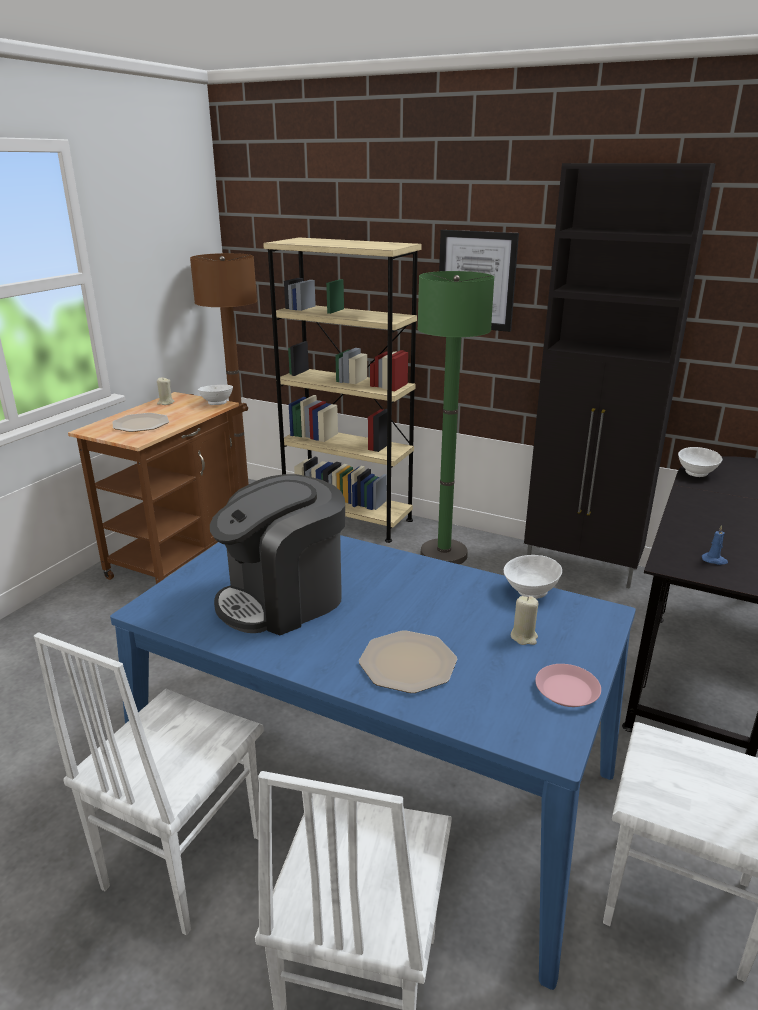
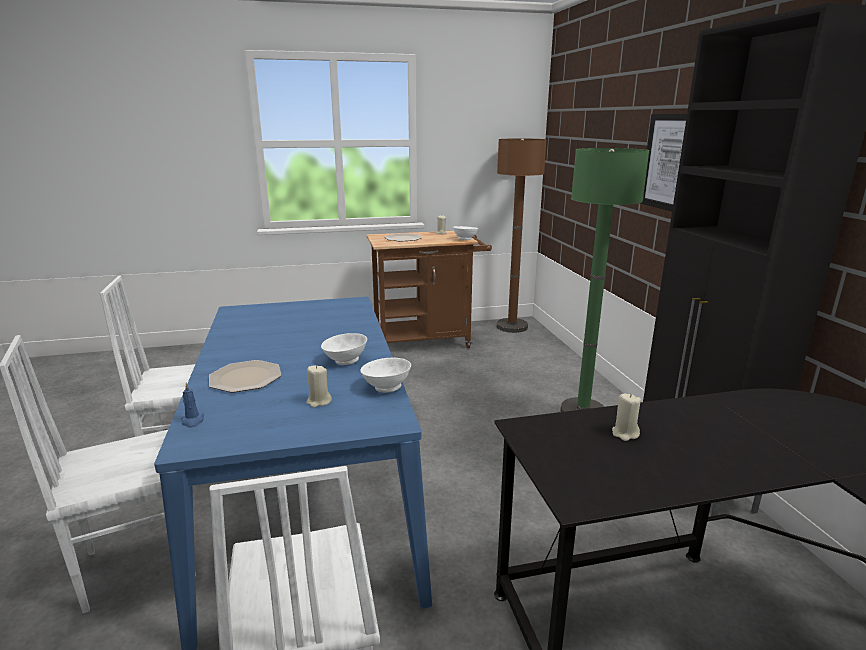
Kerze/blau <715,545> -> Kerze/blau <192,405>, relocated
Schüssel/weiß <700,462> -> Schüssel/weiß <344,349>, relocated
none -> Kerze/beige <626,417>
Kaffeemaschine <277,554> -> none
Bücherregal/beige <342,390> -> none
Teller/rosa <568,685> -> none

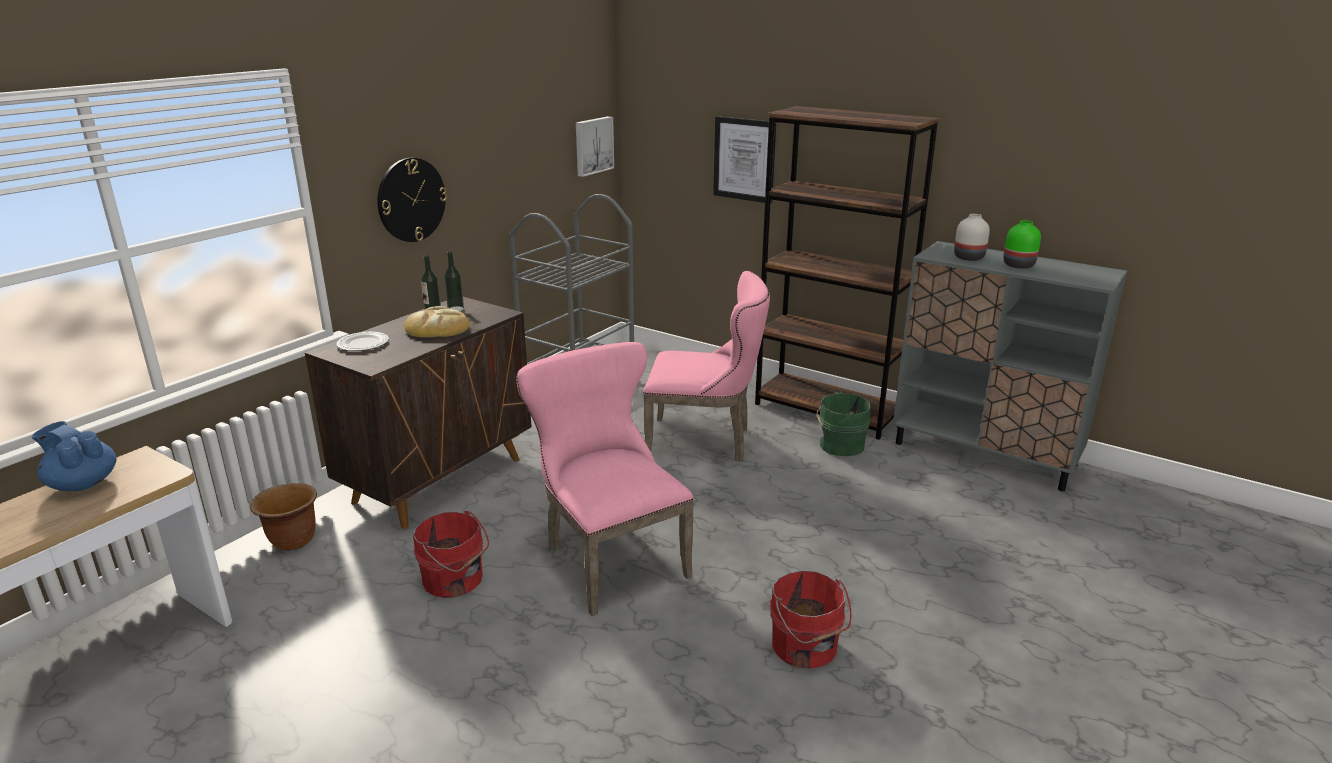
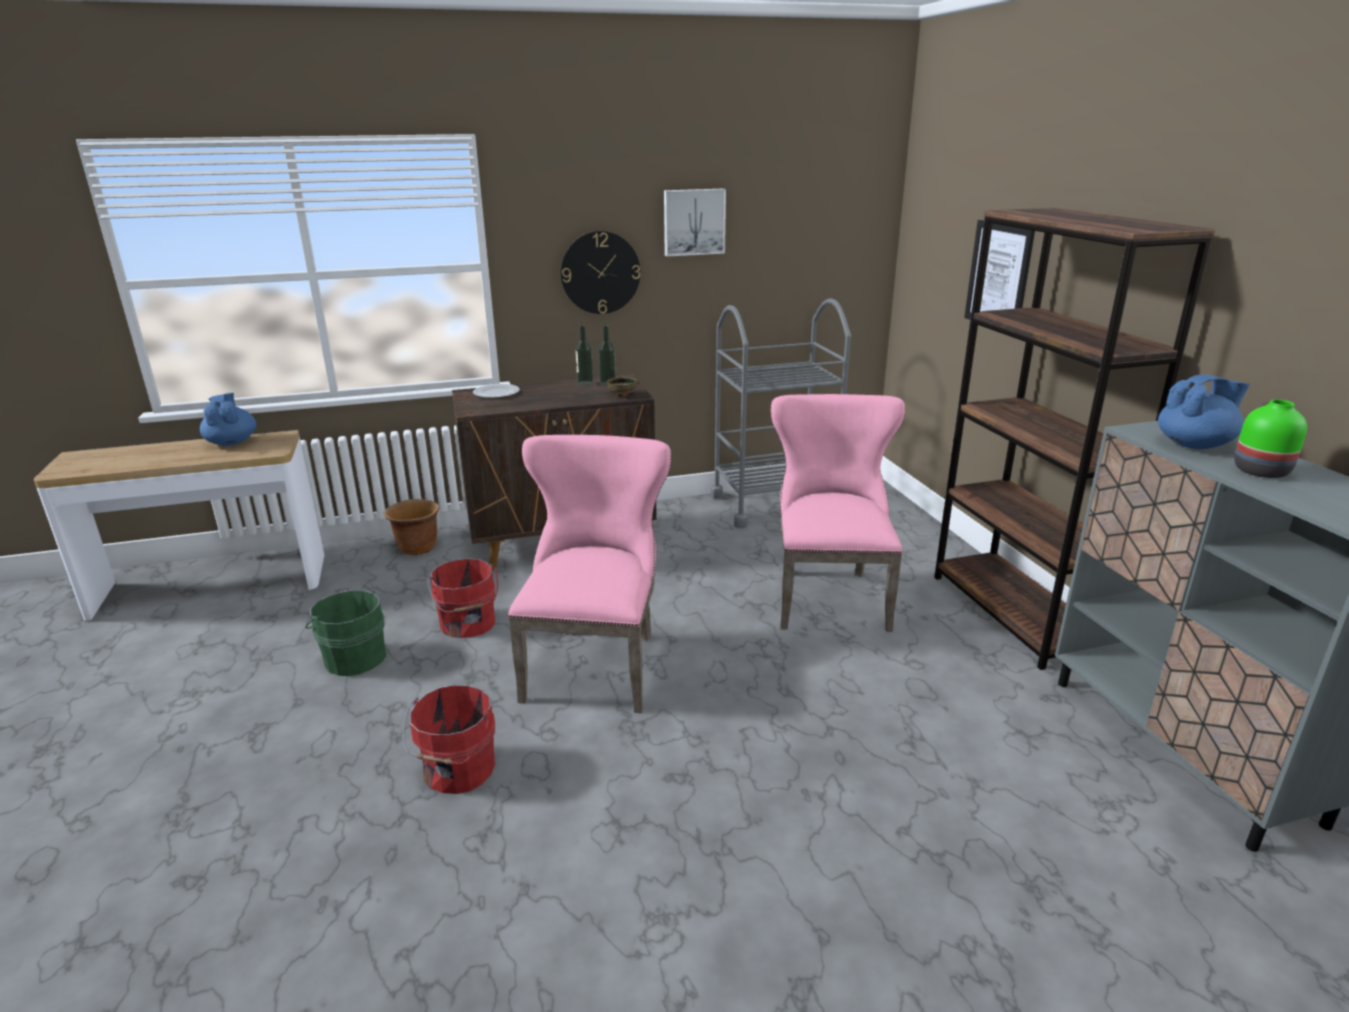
Eimer/grün <844,423> -> Eimer/grün <345,632>, relocated
Eimer/rot <810,619> -> Eimer/rot <449,739>, relocated
none -> Schüssel <622,386>
Bild <595,146> -> Bild <695,223>, relocated
Stuhl/rosa <706,366> -> Stuhl/rosa <837,513>, 135 degrees counterclockwise
Vase/weiß <972,237> -> Teekanne/blau <1204,411>
Brot <437,322> -> none

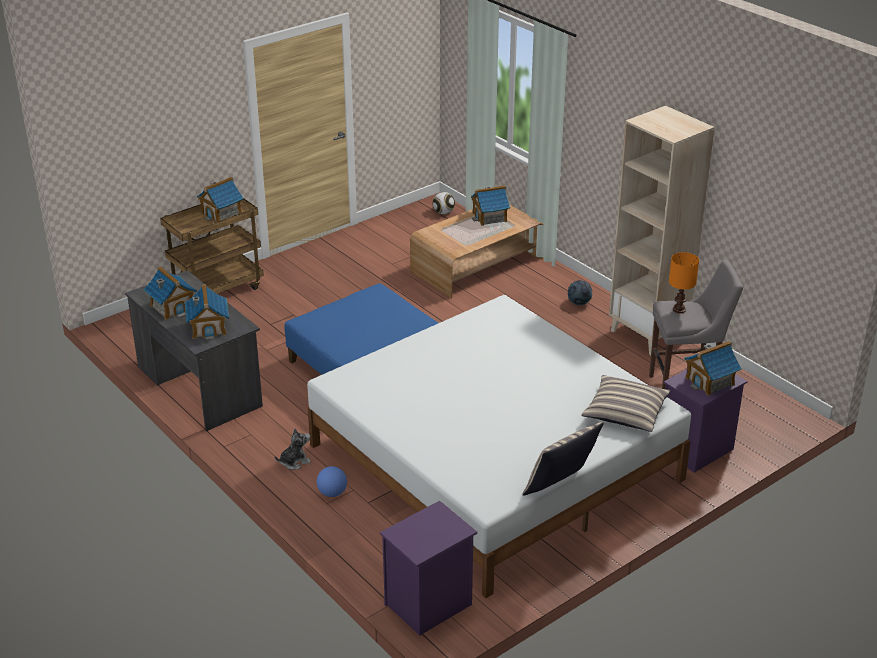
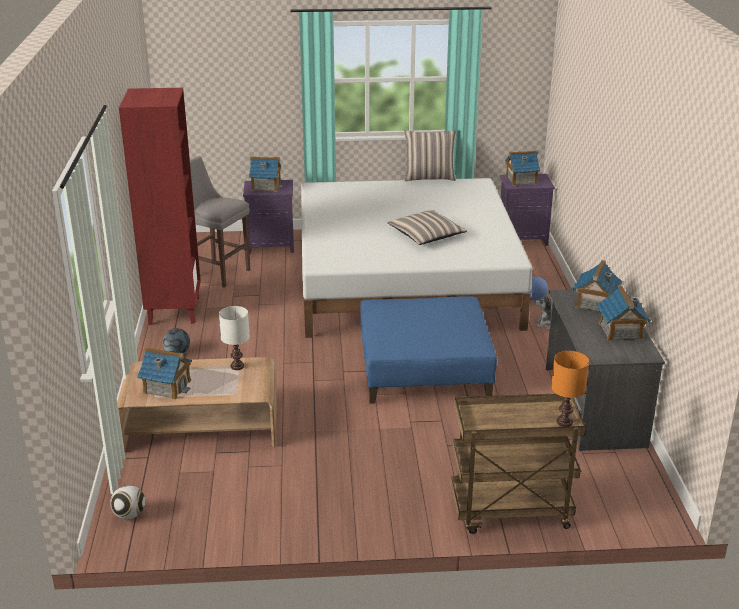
Bücherregal/beige <662,230> -> Bücherregal/rot <160,206>
none -> Tischlampe/weiß <234,338>
Kissen <626,403> -> Kissen <427,227>, relocated
Spielzeughaus <220,199> -> Spielzeughaus <522,168>, relocated
Tischlampe/orange <684,282> -> Tischlampe/orange <570,389>, relocated

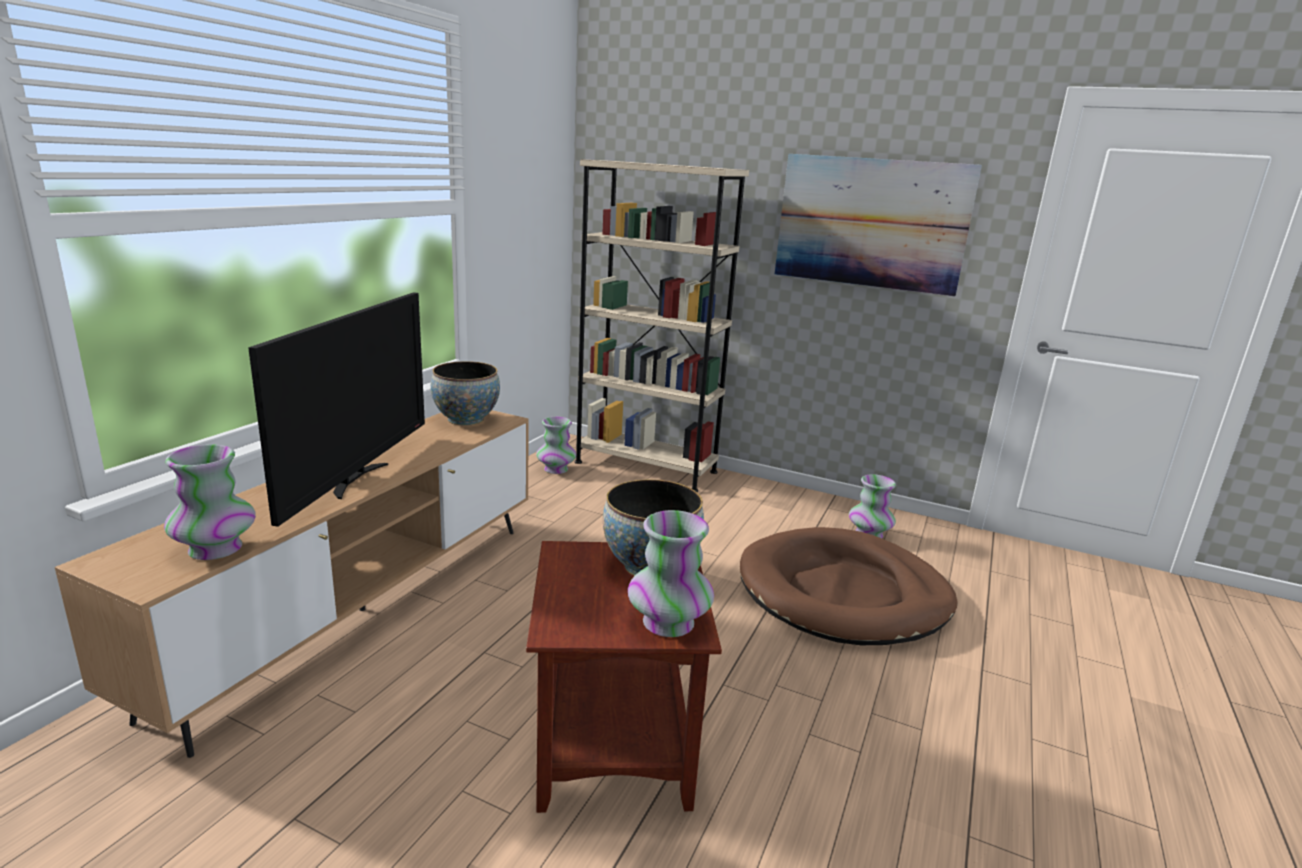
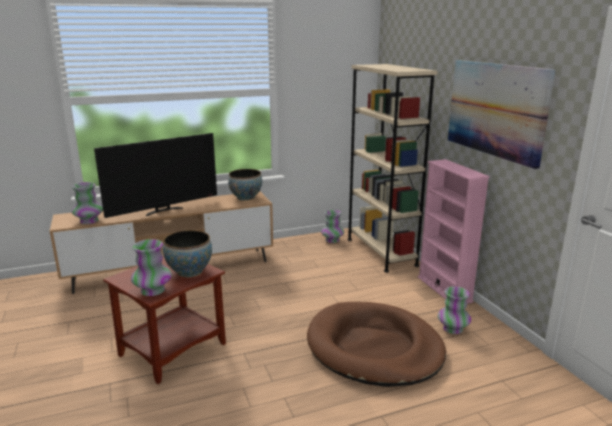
none -> Bücherregal/rosa <454,231>

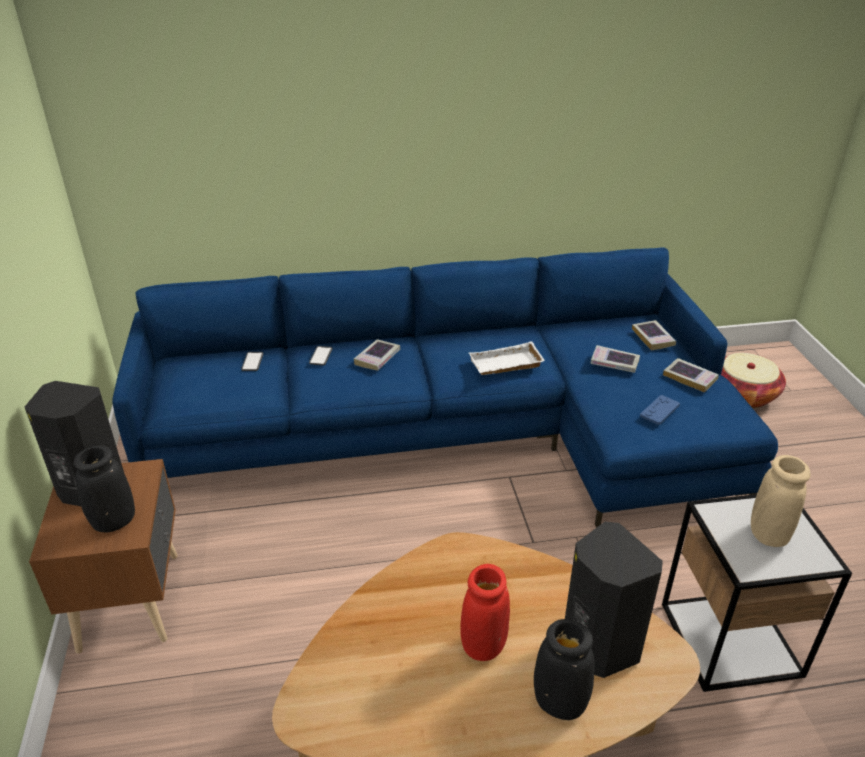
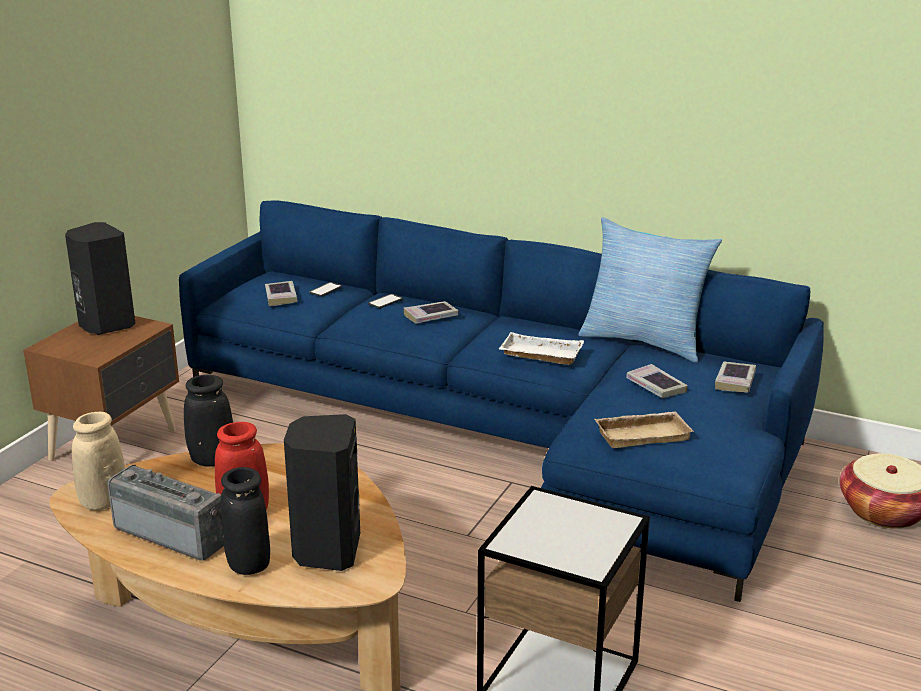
Vase/beige <781,501> -> Vase/beige <98,461>, relocated
none -> Radio <165,513>
Vase/schwarz <104,488> -> Vase/schwarz <208,421>, relocated
Buch <691,375> -> Buch <281,293>, relocated
none -> Kissen <650,290>
Gamepad/blau <660,410> -> Tablett/beige <644,429>

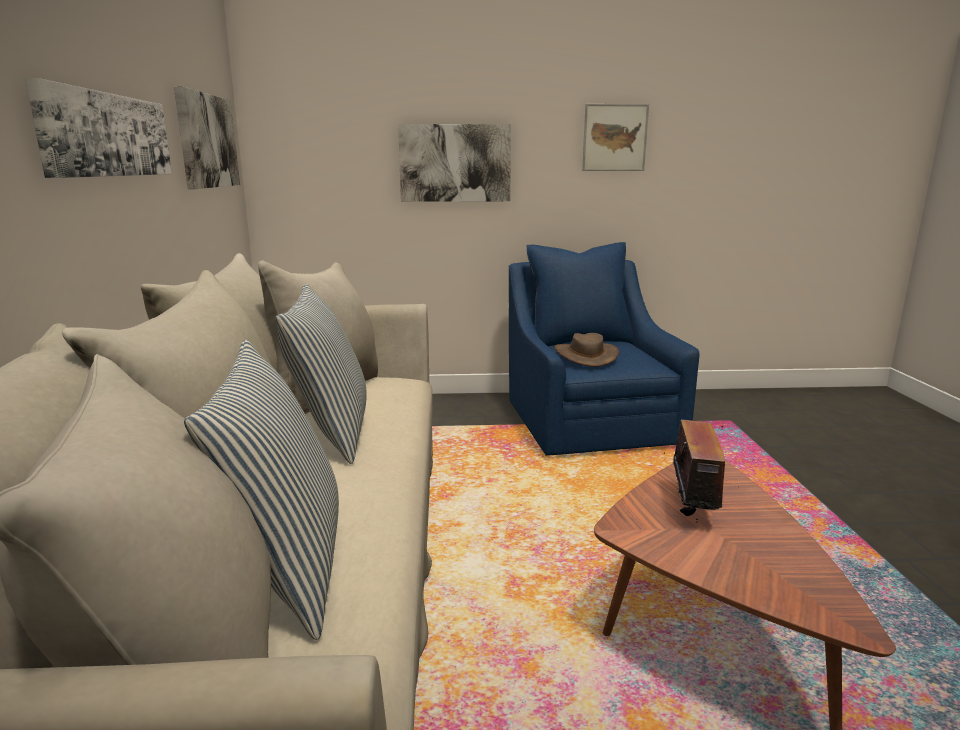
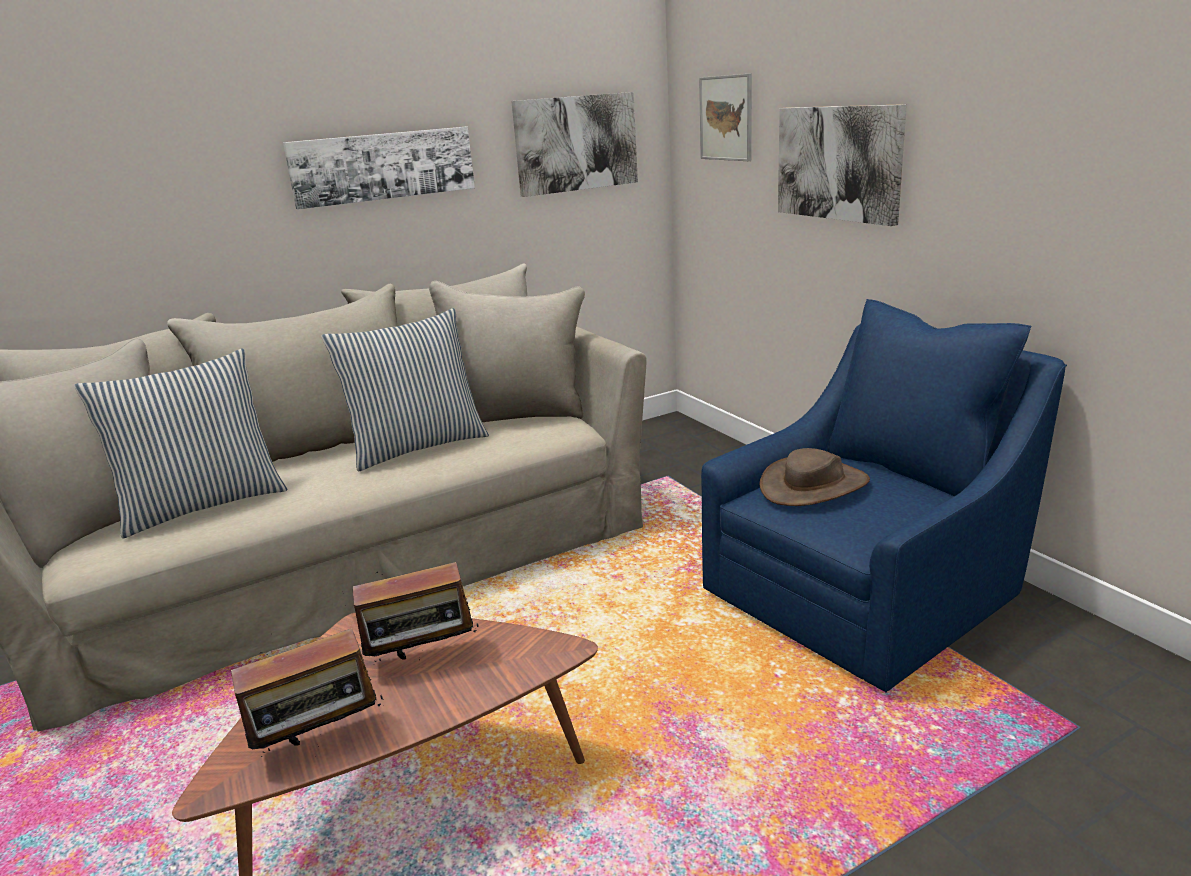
none -> Radio <307,692>
Bild <615,137> -> Bild <725,117>, relocated

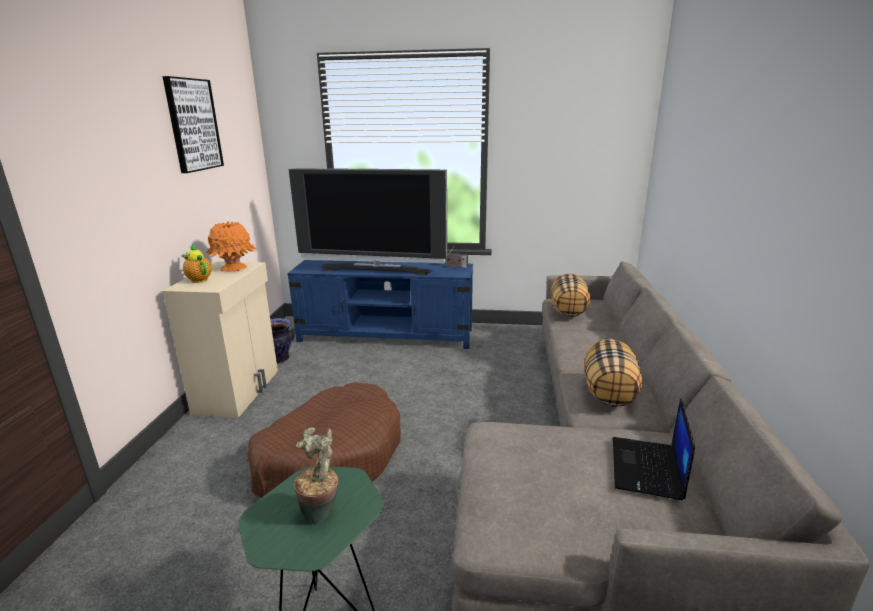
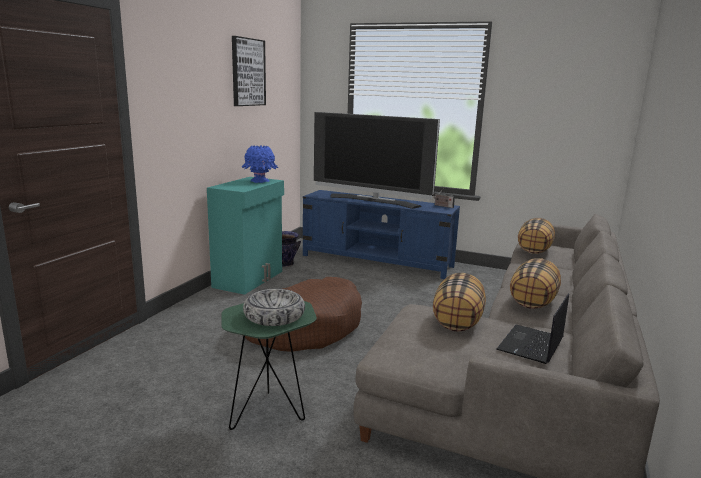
Schrank/beige <220,339> -> Schrank/türkis <245,236>
Vase/orange <231,247> -> Vase/blau <259,164>
Topfpflanze <316,475> -> Schüssel <274,307>
none -> Kissen <459,302>
Teekanne <197,263> -> none

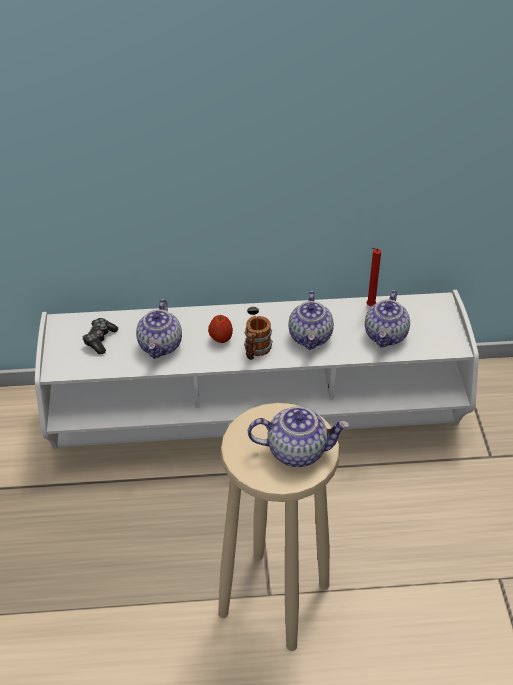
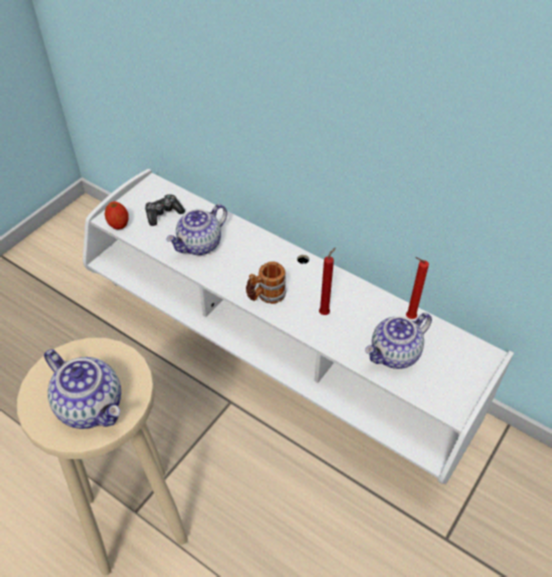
Apfel <220,329> -> Apfel <117,215>, relocated
Teekanne <311,320> -> Kerze/rot <327,281>

